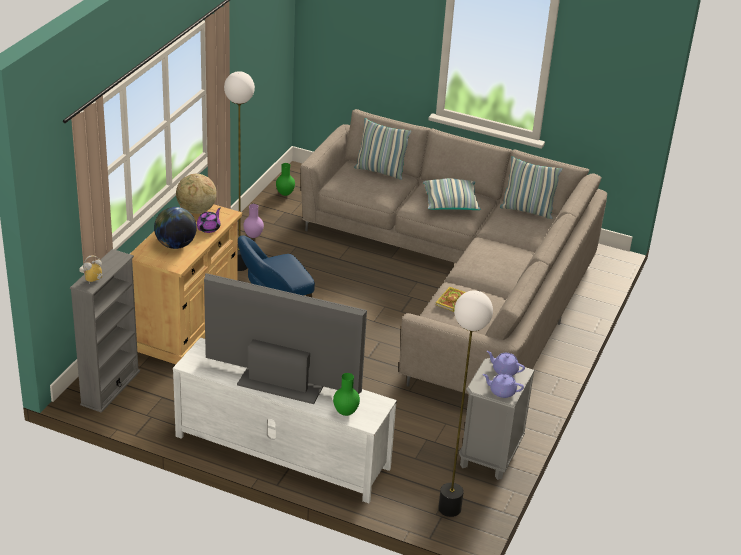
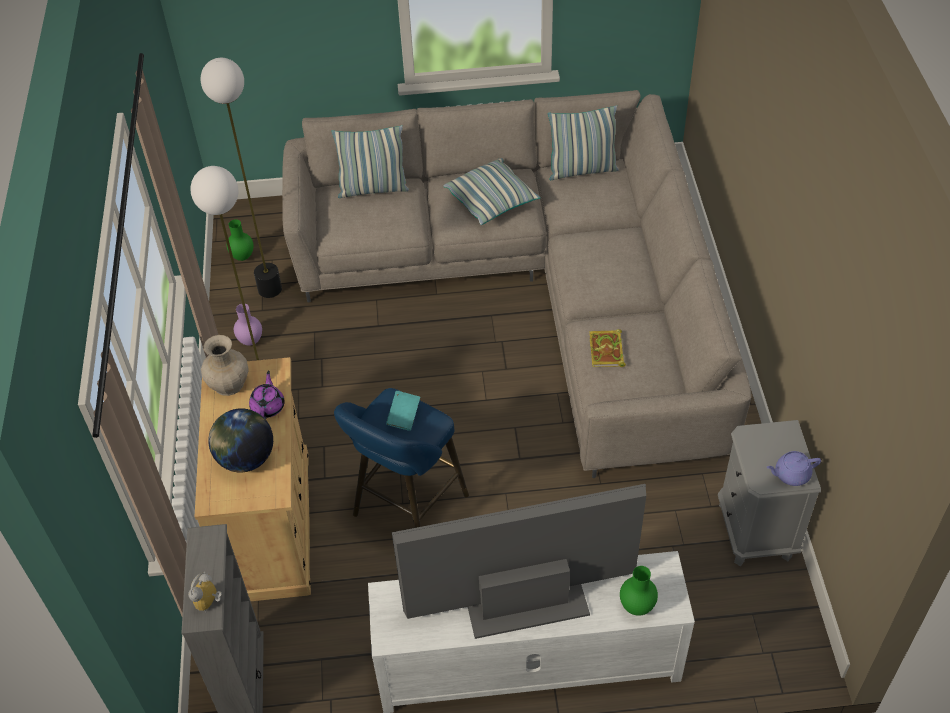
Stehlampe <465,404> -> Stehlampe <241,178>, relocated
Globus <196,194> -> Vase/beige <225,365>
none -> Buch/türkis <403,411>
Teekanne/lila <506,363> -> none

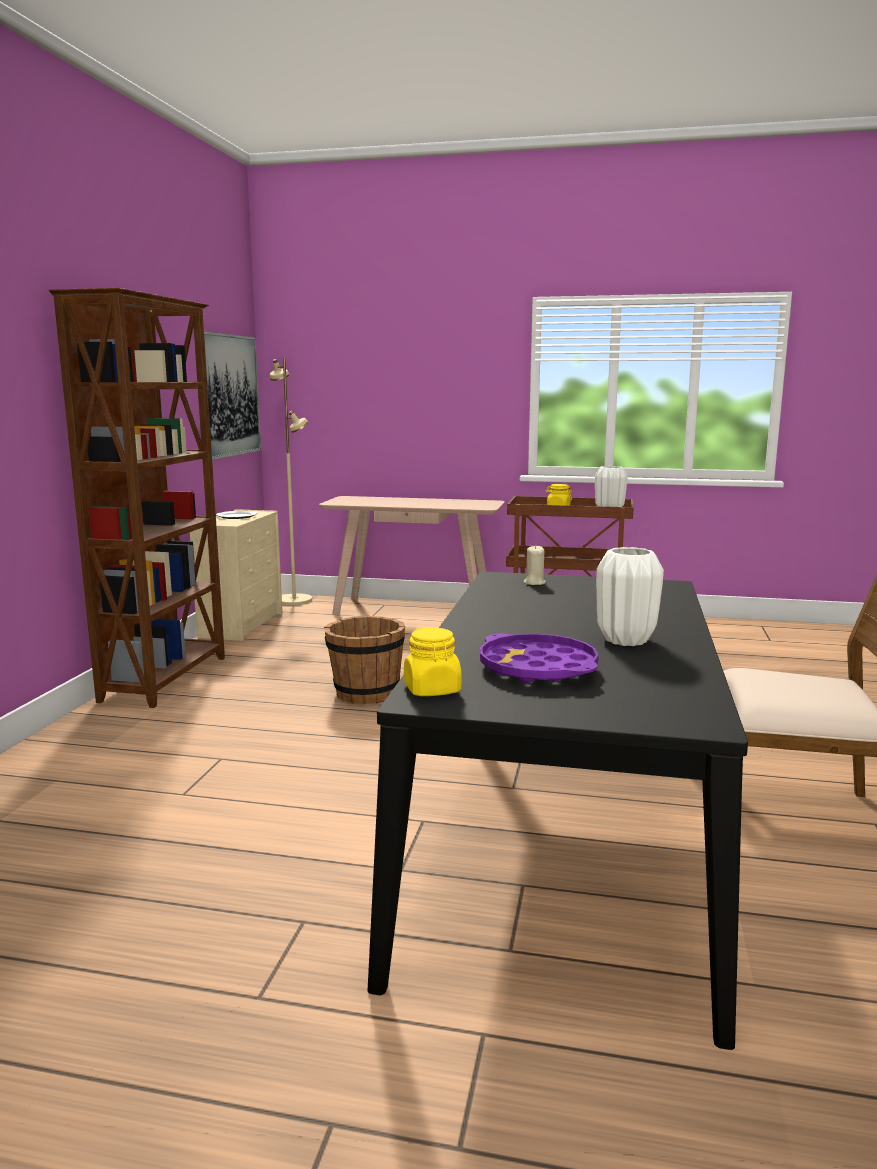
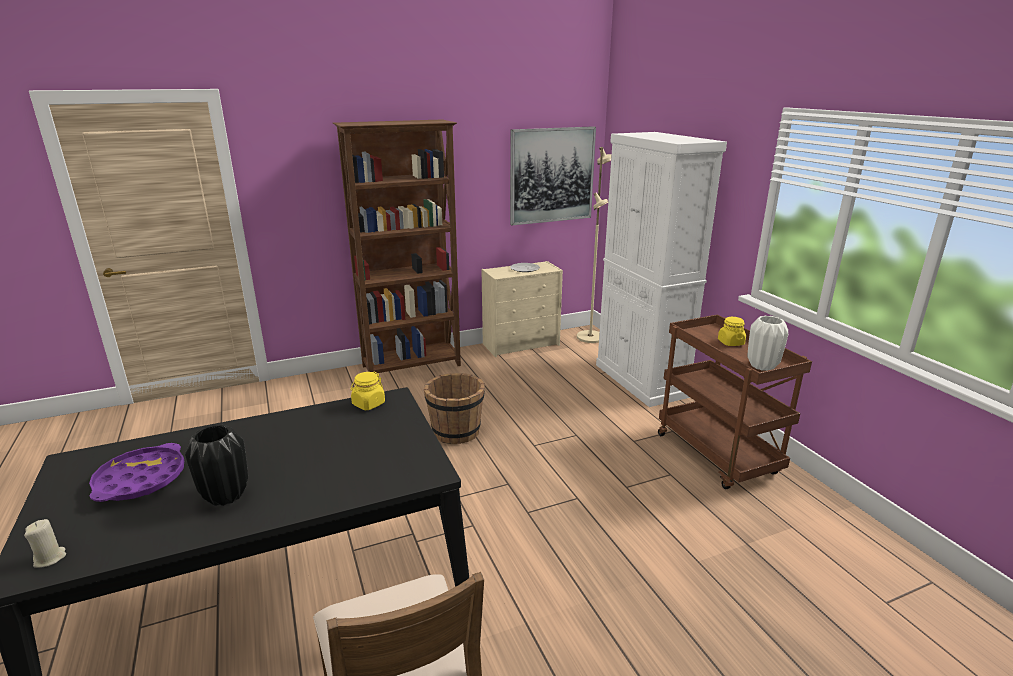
Kerze/beige <534,565> -> Kerze/beige <45,543>, relocated
Vase/weiß <630,596> -> Vase/schwarz <216,465>
Vorratsglas/gelb <432,661> -> Vorratsglas/gelb <367,391>, relocated
Konsolentisch/beige <412,555> -> Schrank/weiß <661,269>

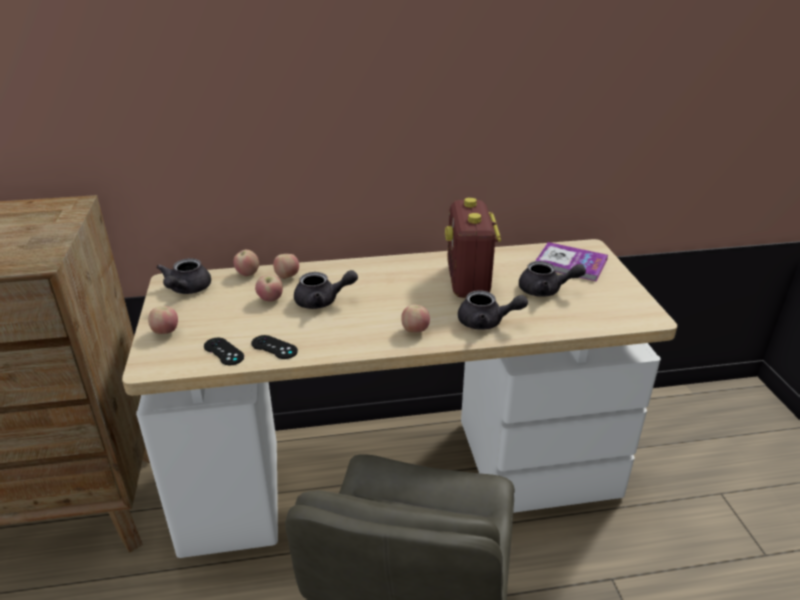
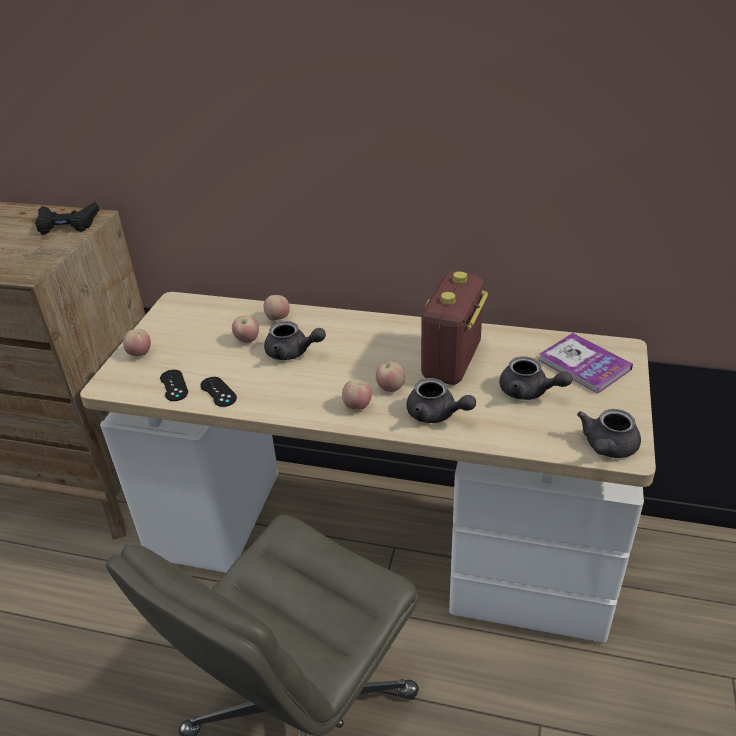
none -> Gamepad/schwarz <67,218>
Apfel <246,263> -> Apfel <390,376>, relocated
Teekanne/grau <183,276> -> Teekanne/grau <609,433>, relocated

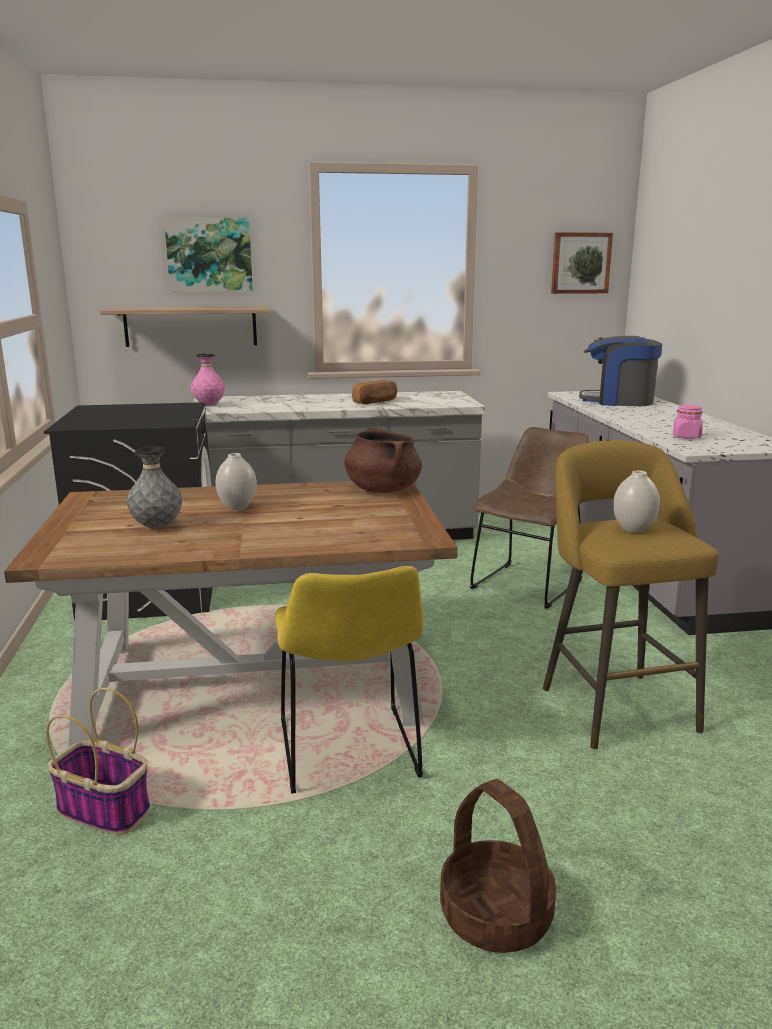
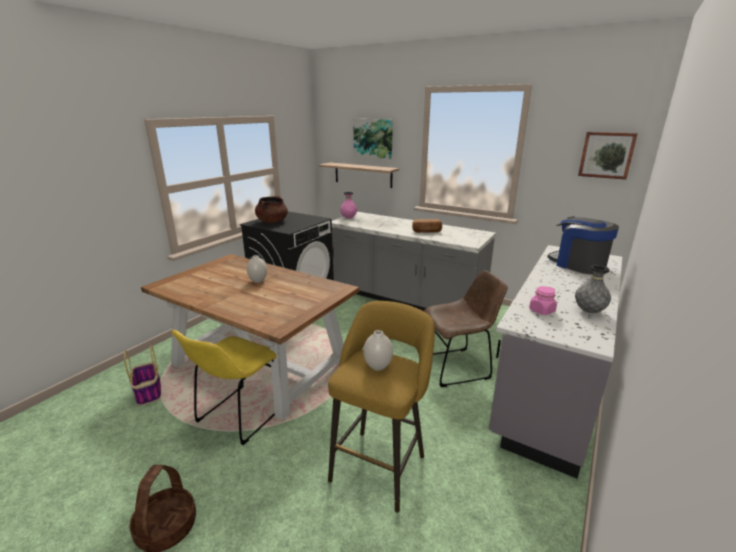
Kochtopf/braun <383,460> -> Kochtopf/braun <271,209>, relocated
Vase/grau <154,487> -> Vase/grau <593,289>, relocated

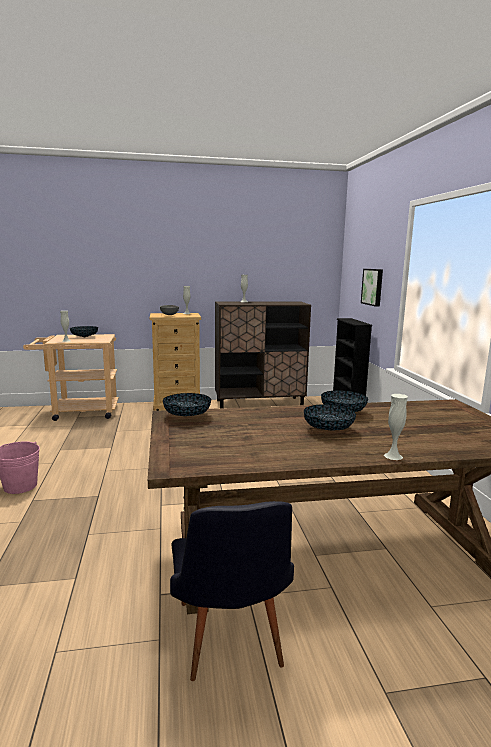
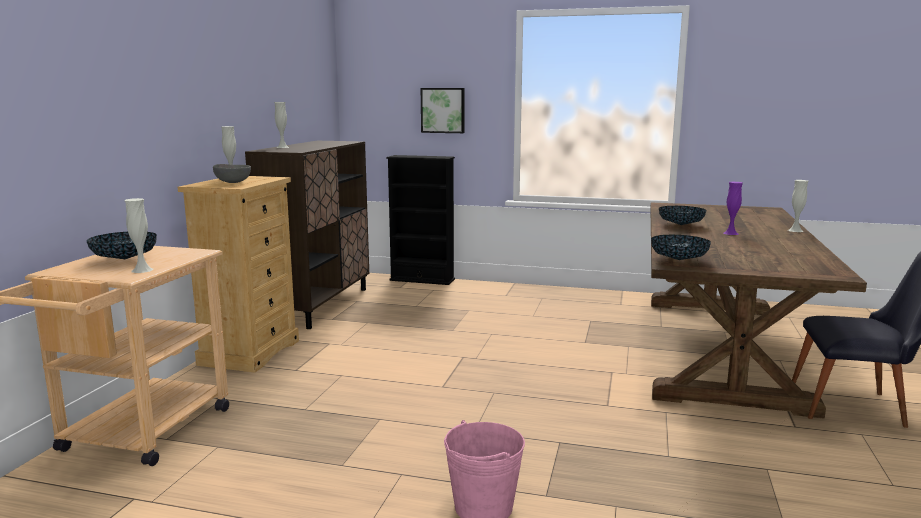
Schüssel <330,417> -> Vase/lila <733,208>

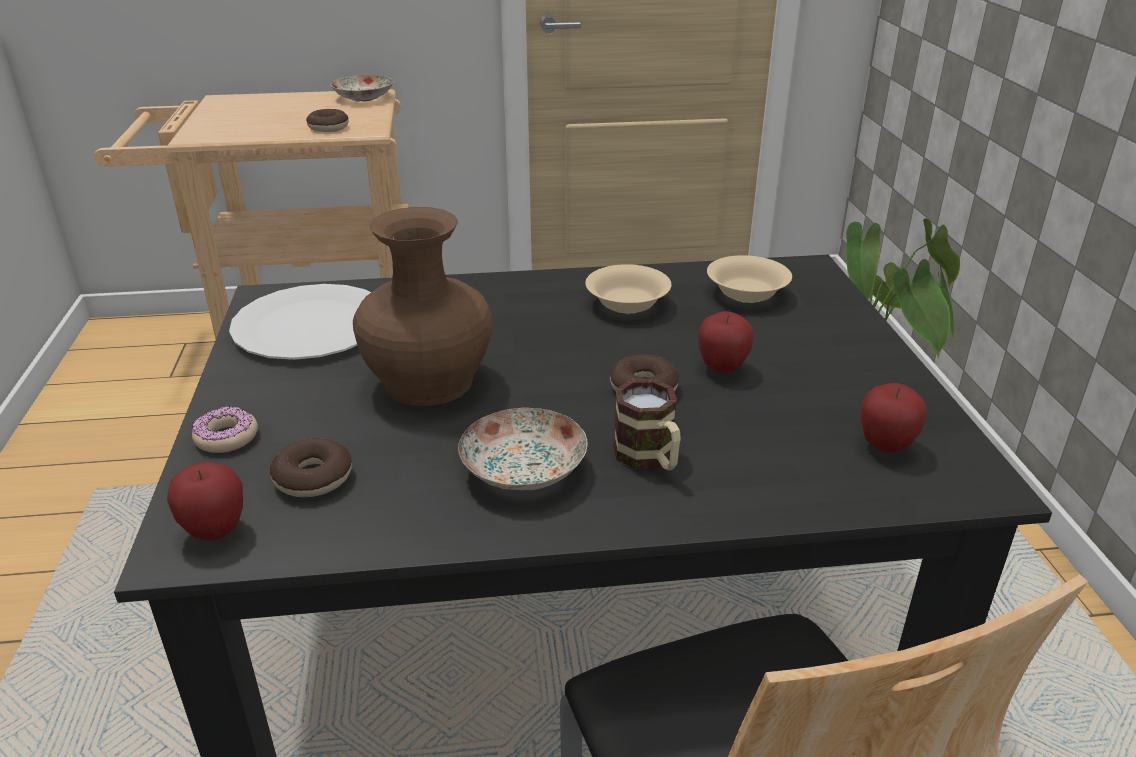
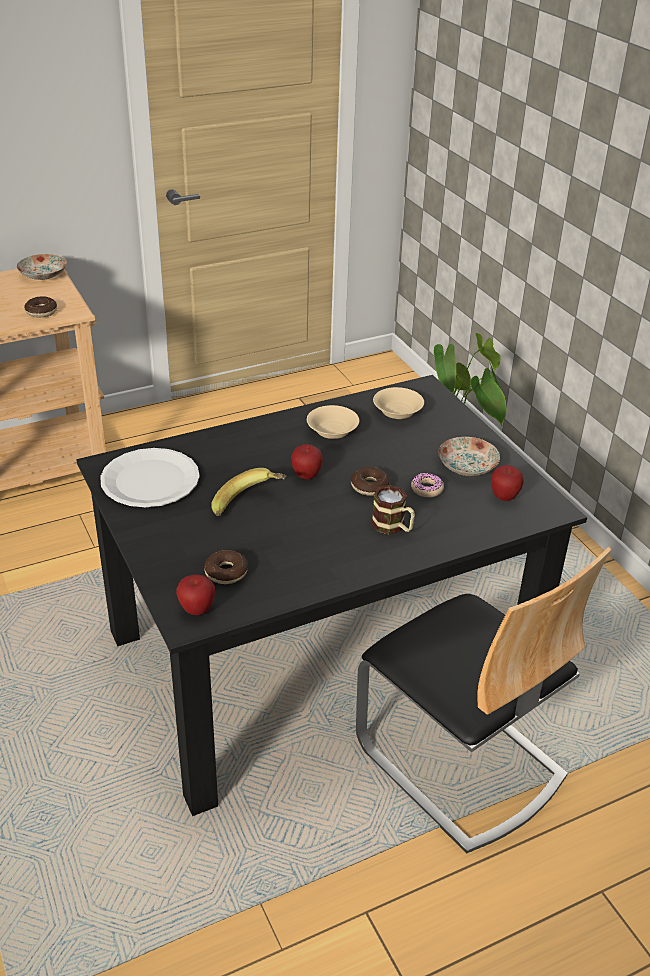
Vase/braun <423,306> -> Banane <248,492>
Apfel <726,342> -> Apfel <307,462>, relocated
Donut <225,429> -> Donut <427,485>, relocated
Teller <522,449> -> Teller <469,456>, relocated

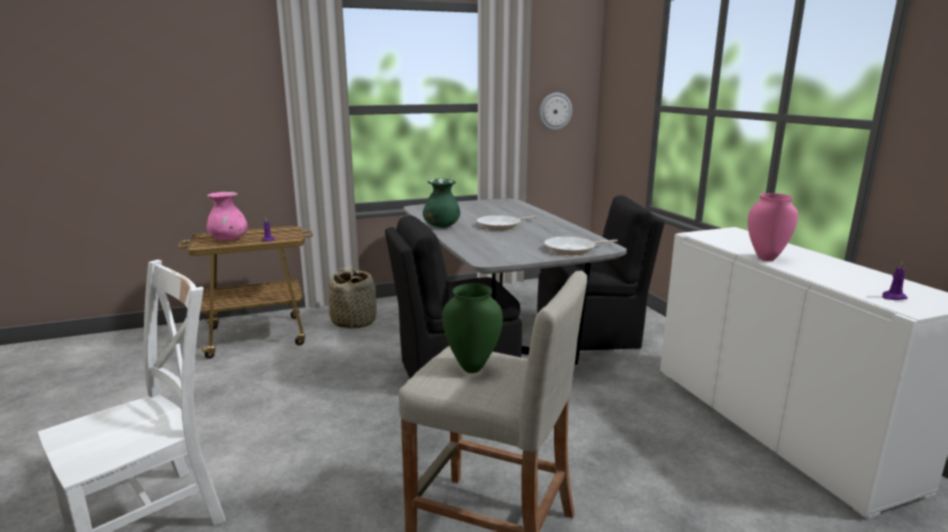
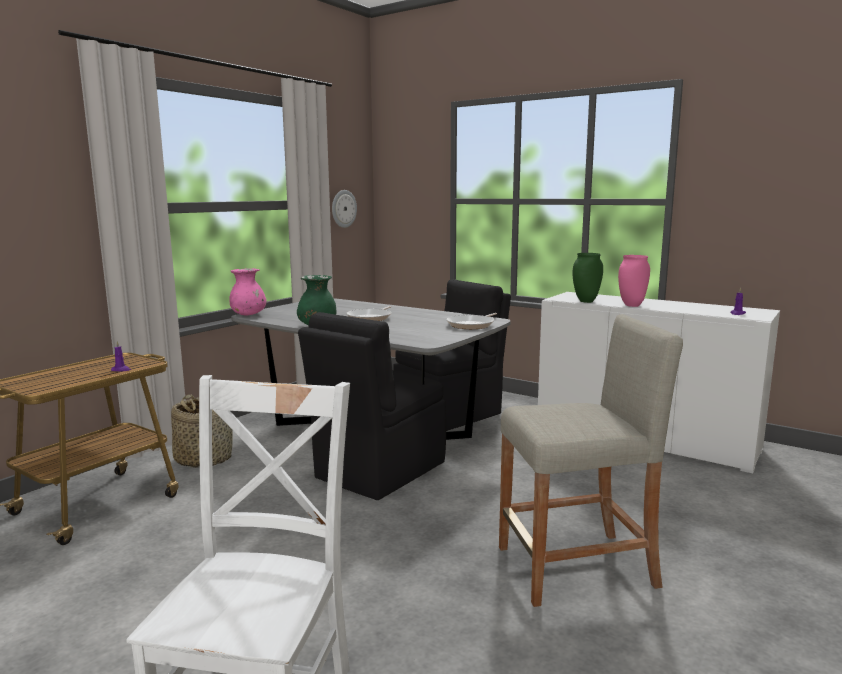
Vase/rosa <227,216> -> Vase/rosa <248,291>, relocated
Vase/grün <472,328> -> Vase/grün <587,278>, relocated

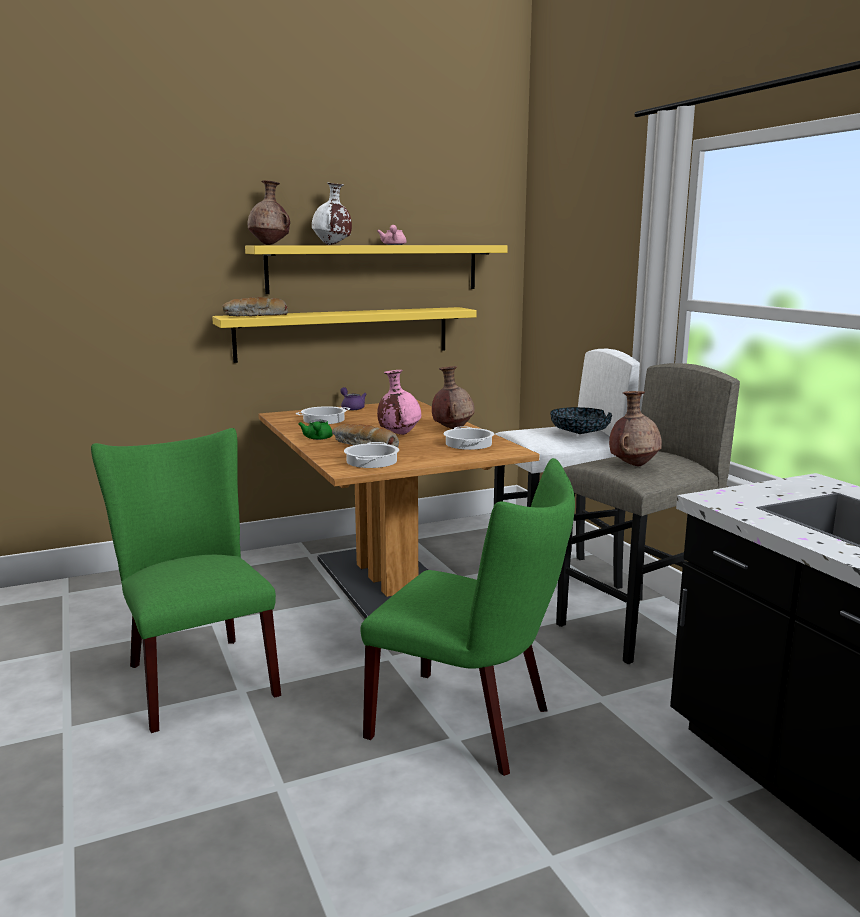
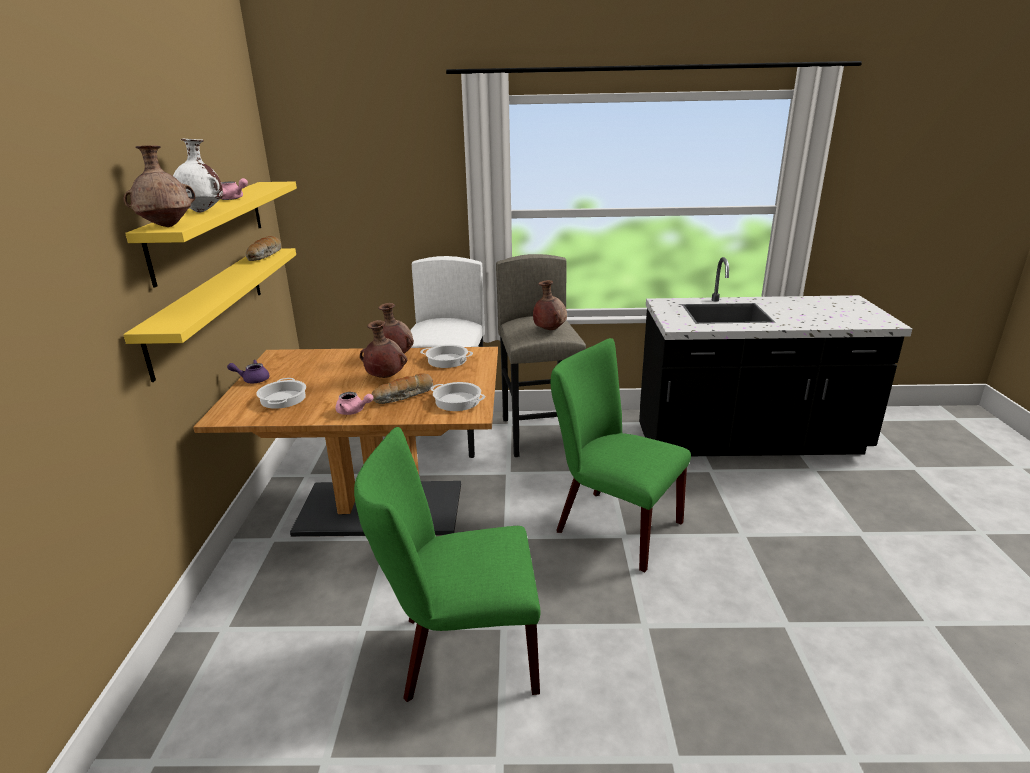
Brot <255,306> -> Brot <263,248>, relocated
Teekanne/grün <315,430> -> Teekanne/rosa <354,403>
Vase/rosa <399,402> -> Vase/braun <383,349>
Stuhl/grün <468,617> -> Stuhl/grün <621,455>, 105 degrees counterclockwise
Schüssel <581,420> -> none

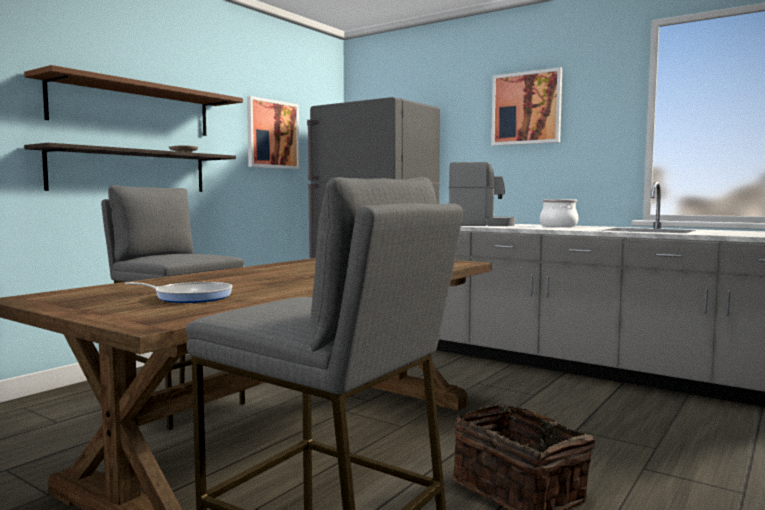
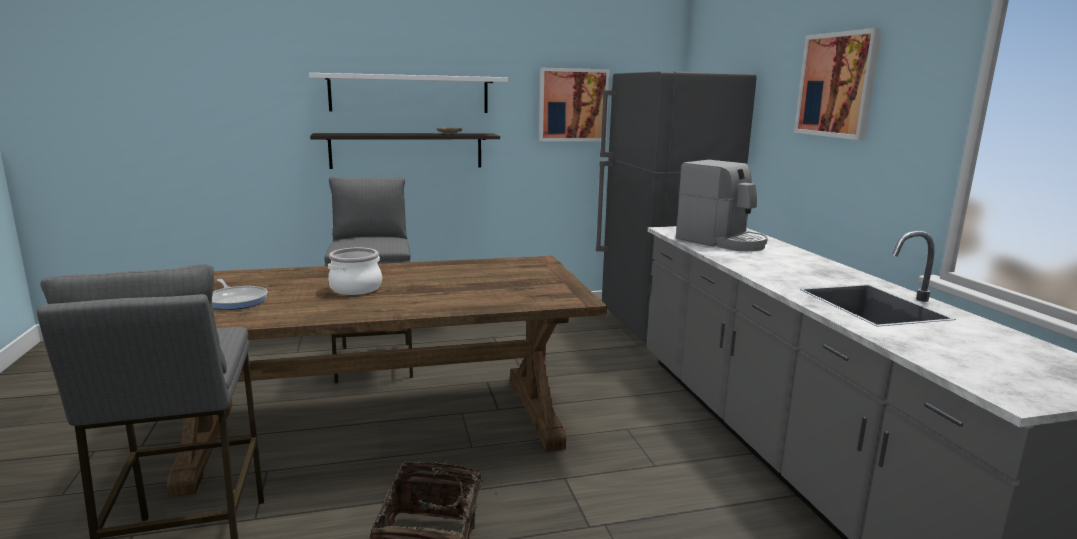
Wandregal/braun <133,100> -> Wandregal/weiß <408,93>
Kochtopf <559,213> -> Kochtopf <355,271>, relocated

